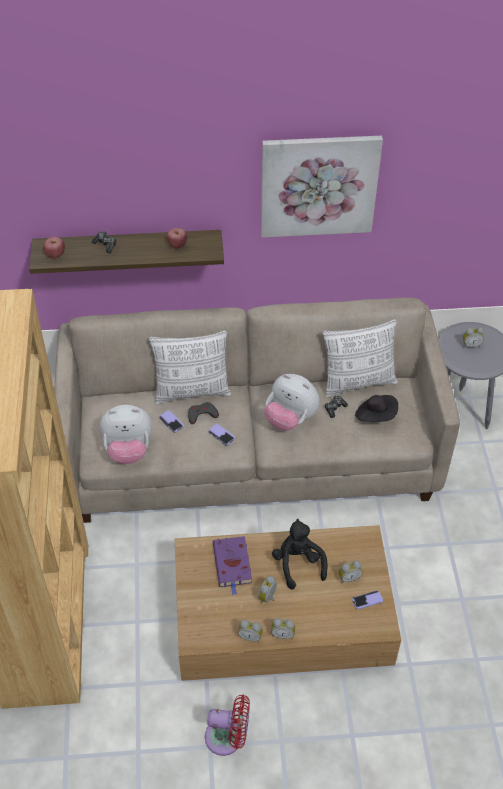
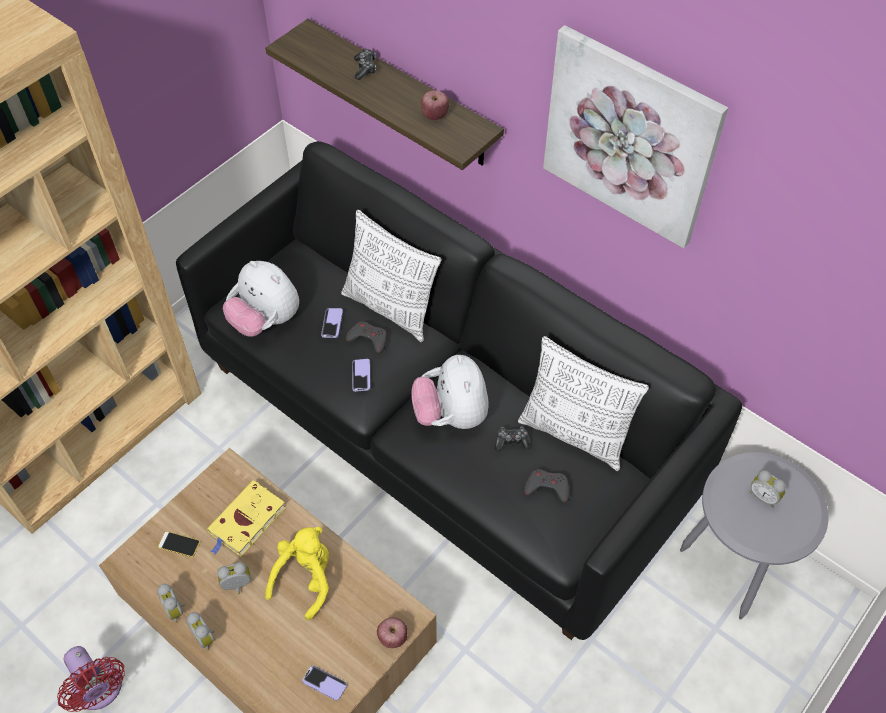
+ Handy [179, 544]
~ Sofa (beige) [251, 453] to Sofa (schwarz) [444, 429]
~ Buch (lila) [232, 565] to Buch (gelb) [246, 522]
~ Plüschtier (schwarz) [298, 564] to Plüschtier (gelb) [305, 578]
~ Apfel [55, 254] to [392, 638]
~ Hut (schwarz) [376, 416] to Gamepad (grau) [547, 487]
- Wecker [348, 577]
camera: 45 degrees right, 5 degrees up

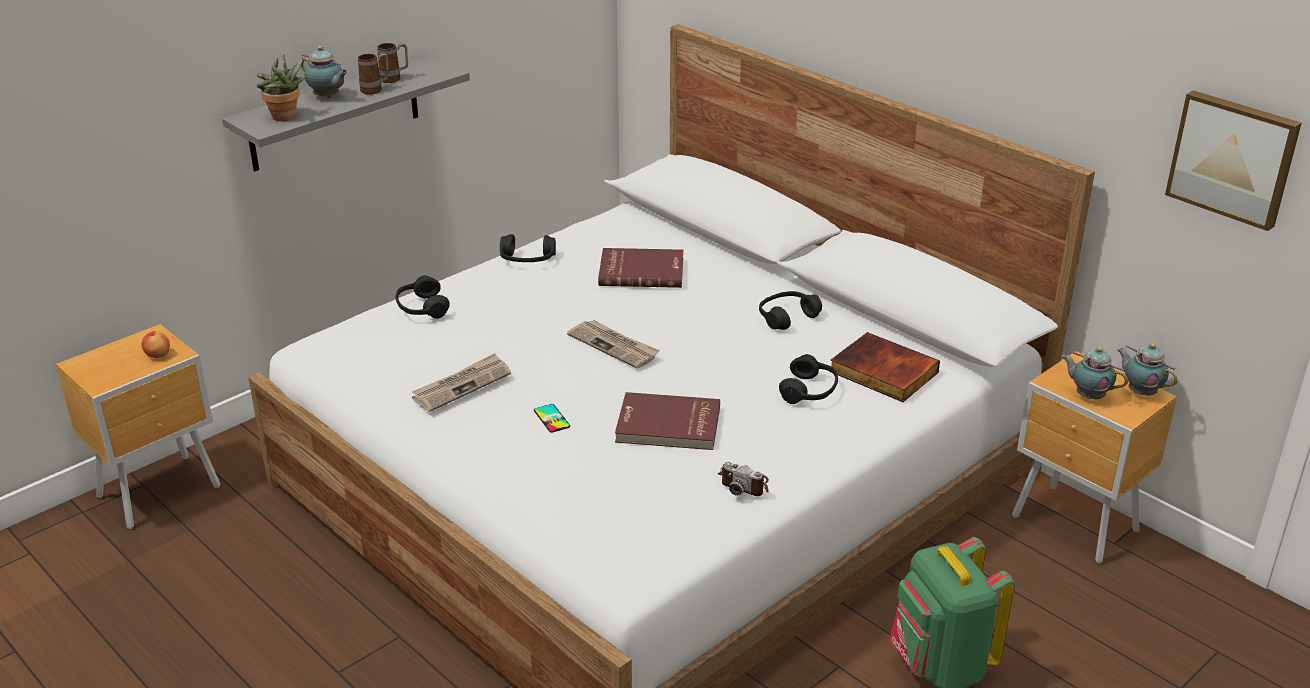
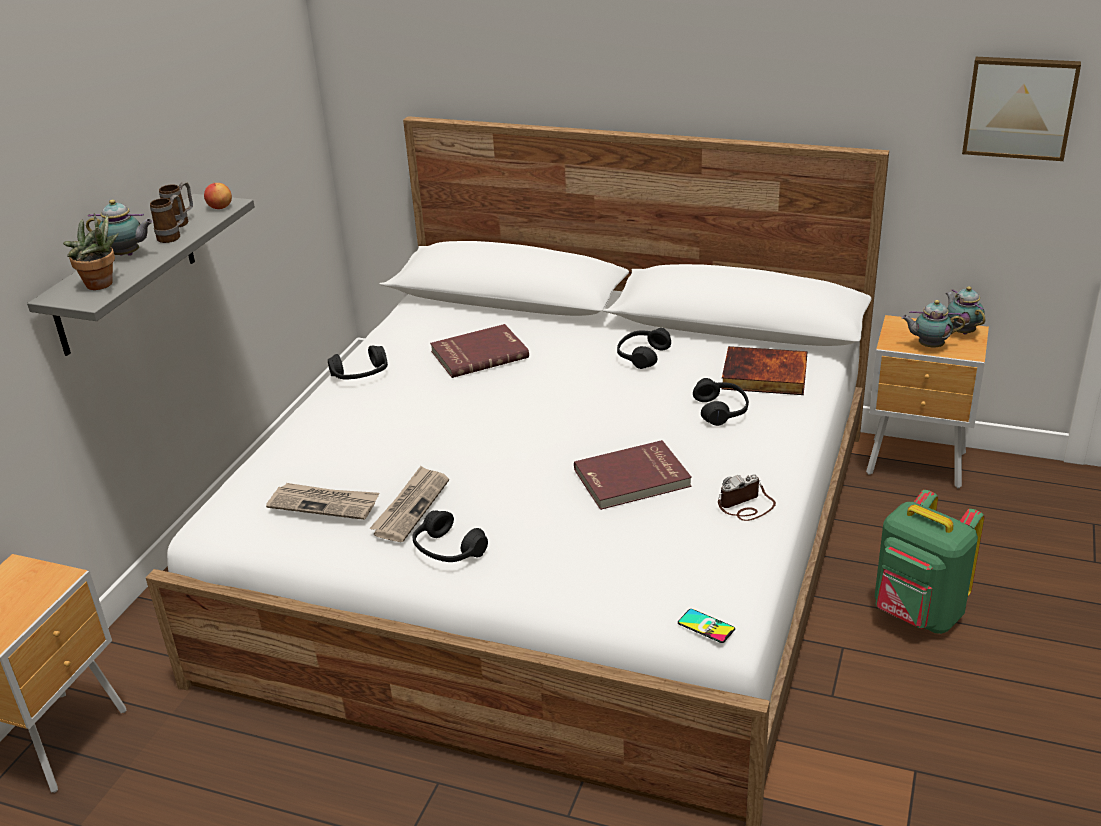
~ Apfel [158, 355] to [220, 207]
~ Zeitung [614, 346] to [324, 503]
~ Kopfhörer (schwarz) [422, 308] to [448, 550]
~ Handy [551, 418] to [706, 626]
~ Kamera [745, 484] = [746, 506] 150 degrees clockwise
~ Teekanne [1140, 392] = [961, 331] 45 degrees clockwise
camera: 25 degrees left, 0 degrees up

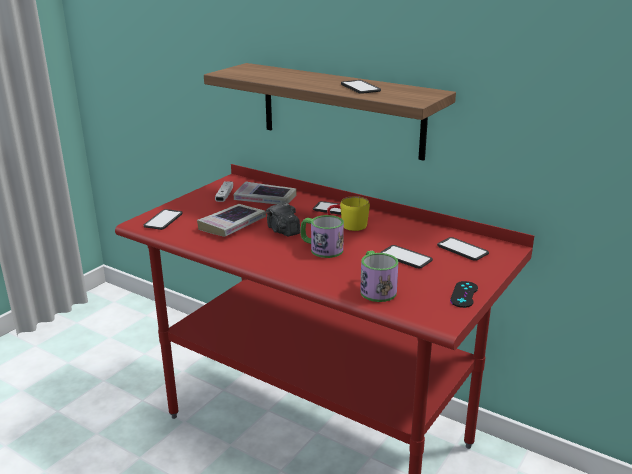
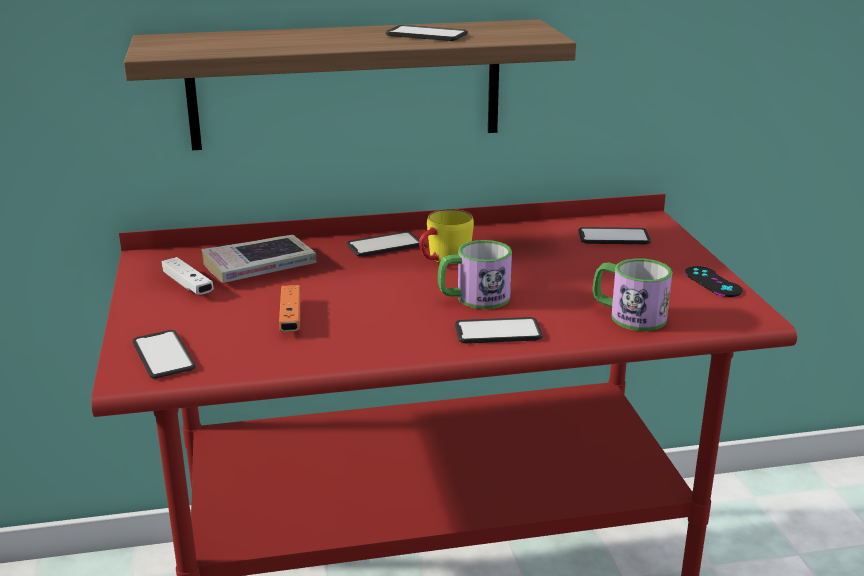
~ Buch [232, 225] to Gamepad (orange) [290, 318]
~ Handy [405, 257] to [498, 332]
- Kamera [283, 231]
camera: 45 degrees left, 0 degrees up

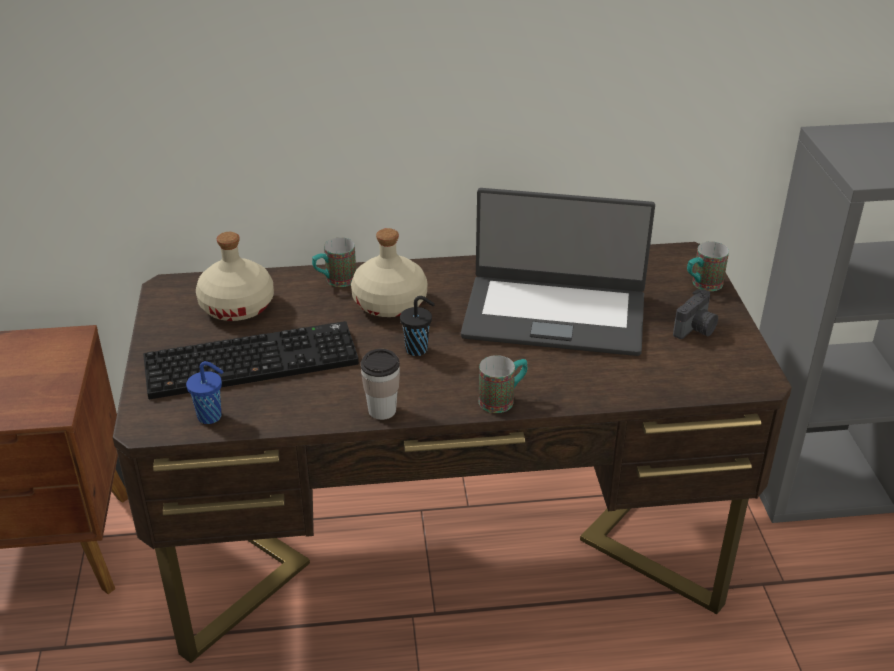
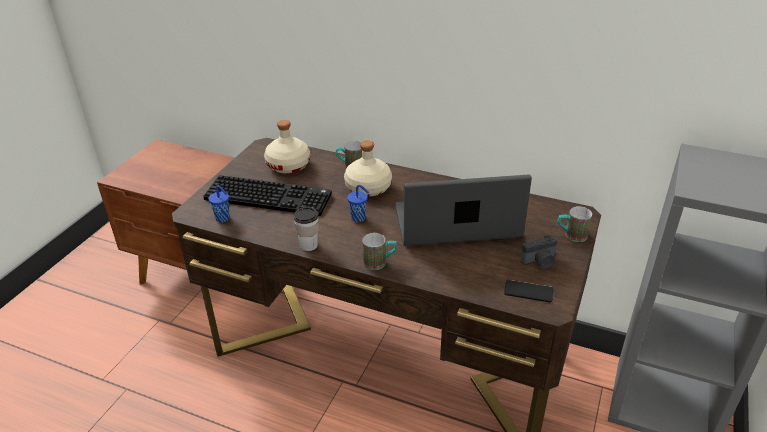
~ Tasse (schwarz) [418, 349] to Tasse (blau) [359, 218]
~ Laptop [554, 314] = [457, 223] 135 degrees clockwise
+ Handy [528, 291]
camera: 30 degrees right, 0 degrees up

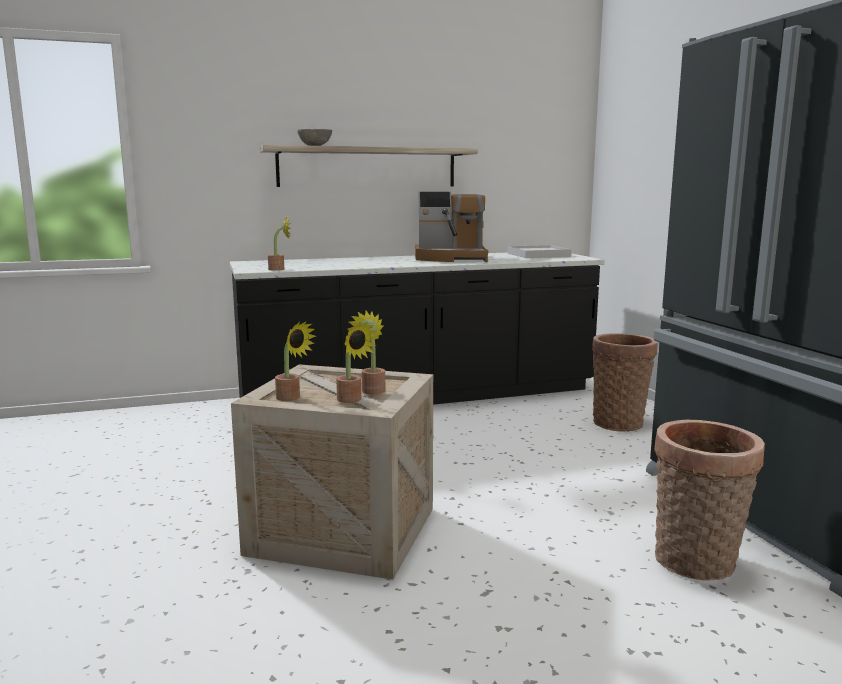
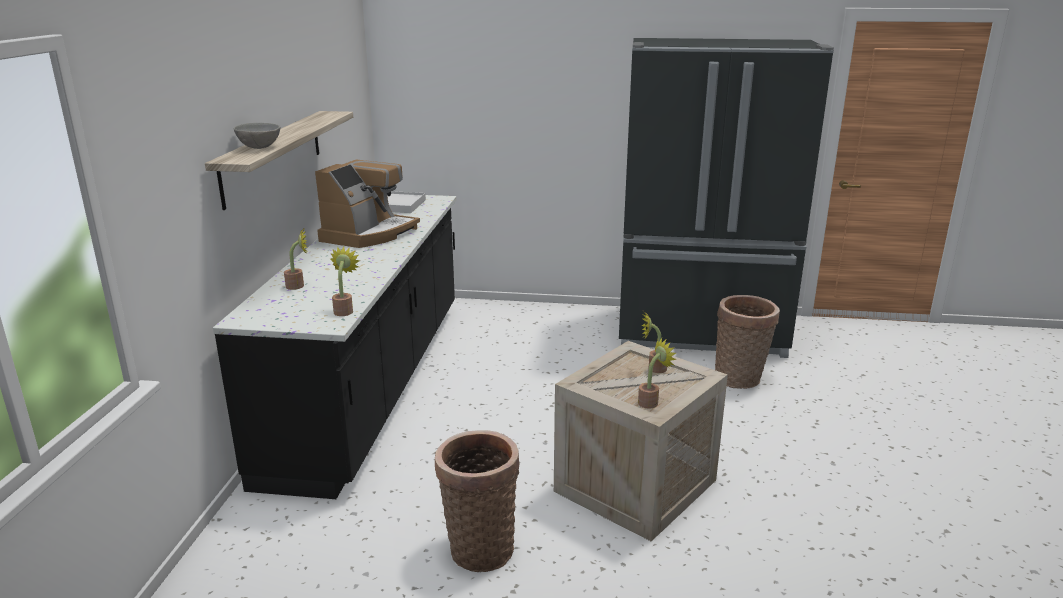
~ Topfpflanze [352, 400] to [299, 286]
~ Korb [619, 422] to [479, 547]
camera: 65 degrees left, 10 degrees up

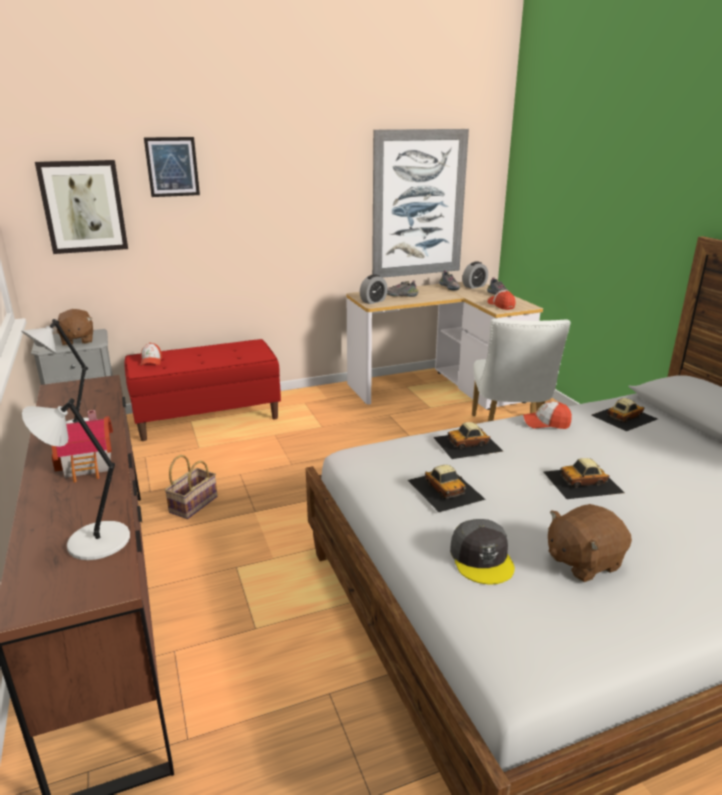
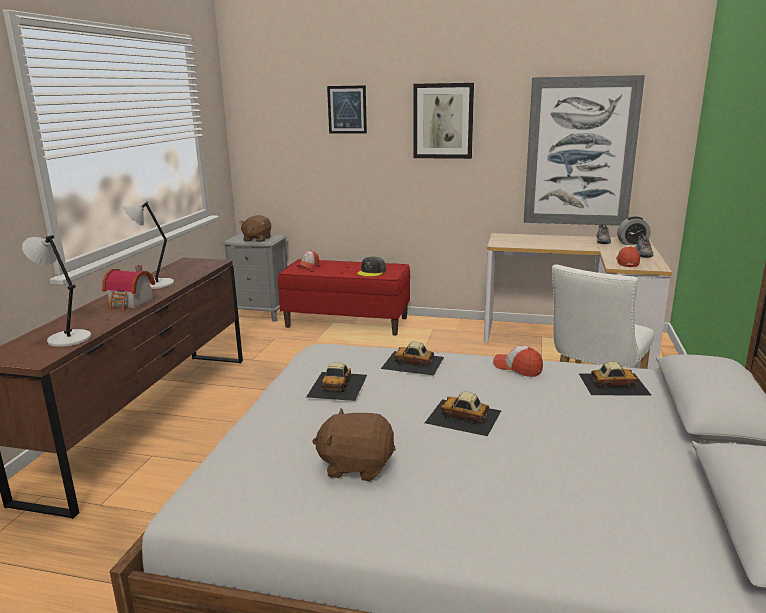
~ Kappe (grau) [481, 558] to [372, 272]
~ Bild [83, 206] to [443, 121]
- Korb [193, 503]
- Wecker [373, 301]
- Schuh [401, 295]
camera: 35 degrees right, 5 degrees down

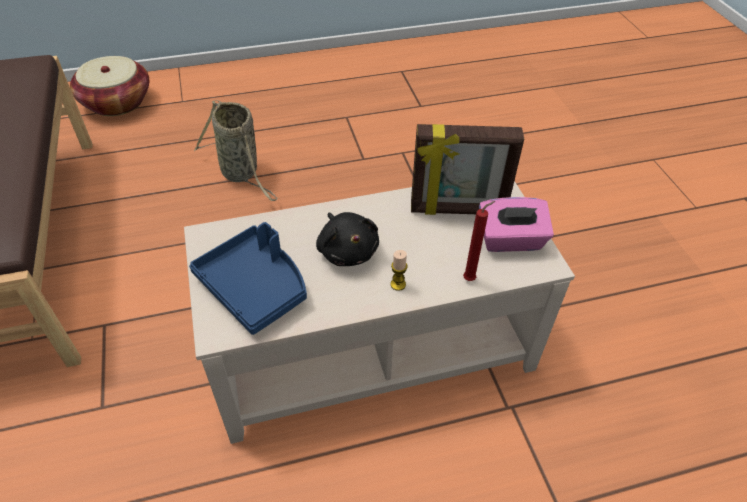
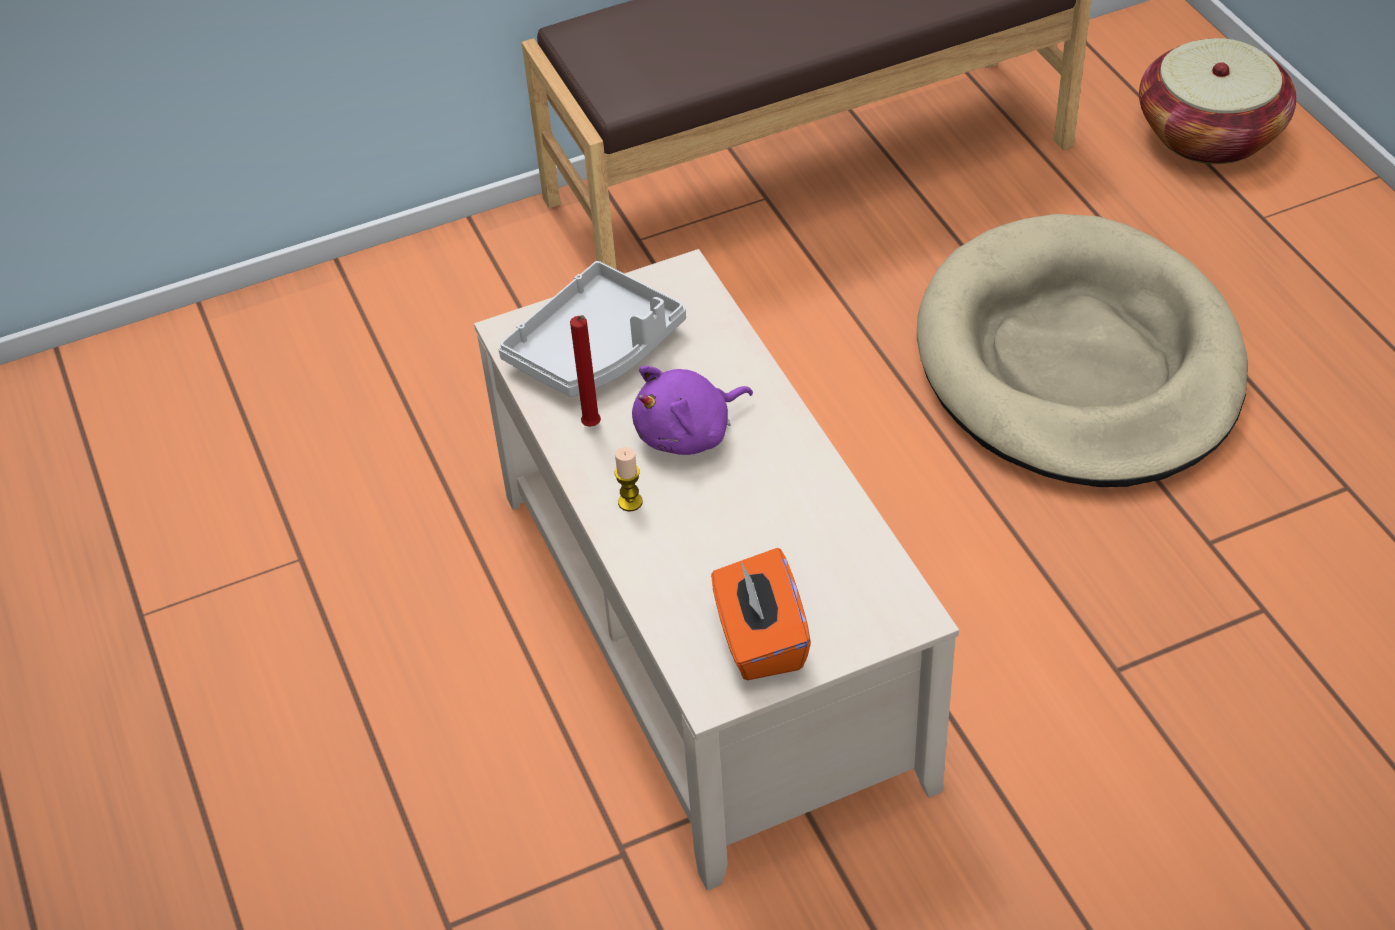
~ Tablett (blau) [255, 287] to Tablett (grau) [596, 349]
~ Kerze (rot) [471, 279] to [593, 427]
~ Plüschtier (schwarz) [347, 250] to Plüschtier (lila) [689, 433]
~ Taschentuchbox (rosa) [510, 240] to Taschentuchbox (orange) [760, 639]
~ Korb [241, 173] to Hundebett (beige) [1078, 363]
- Bilderrahmen [458, 210]
camera: 85 degrees right, 0 degrees up

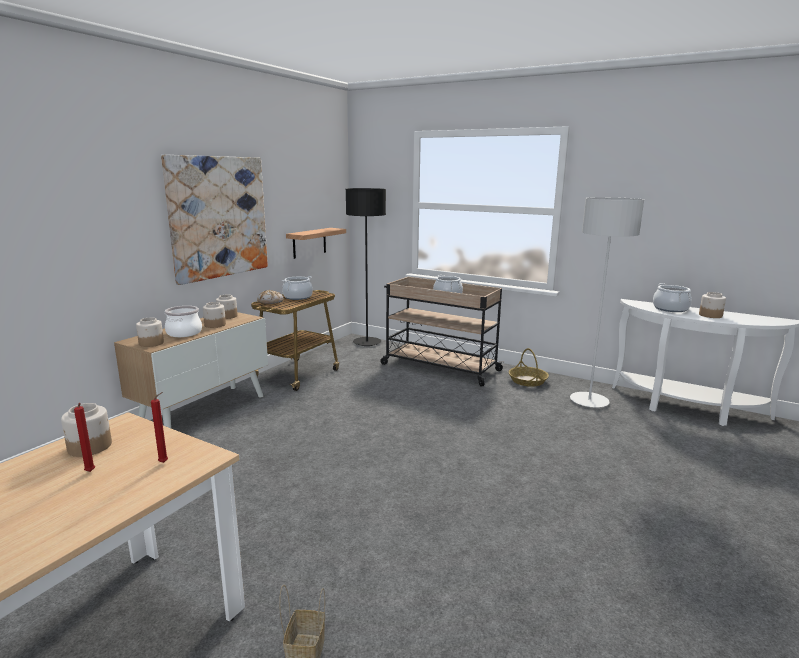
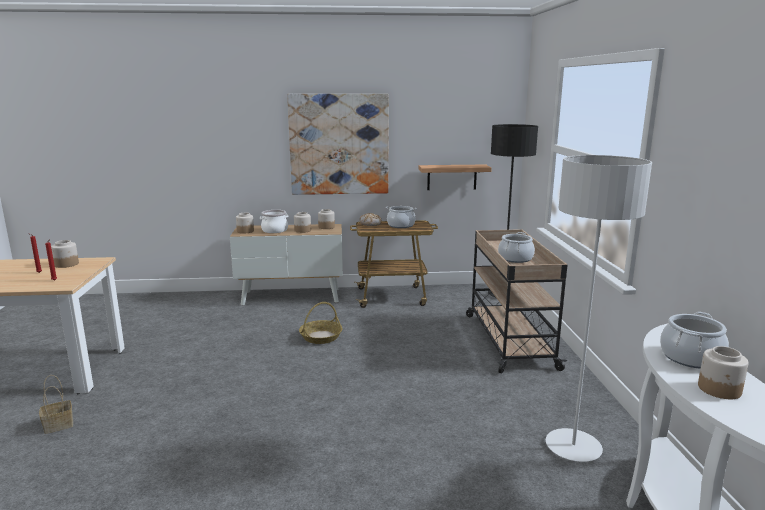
~ Korb [527, 381] to [321, 337]
camera: 55 degrees right, 0 degrees up

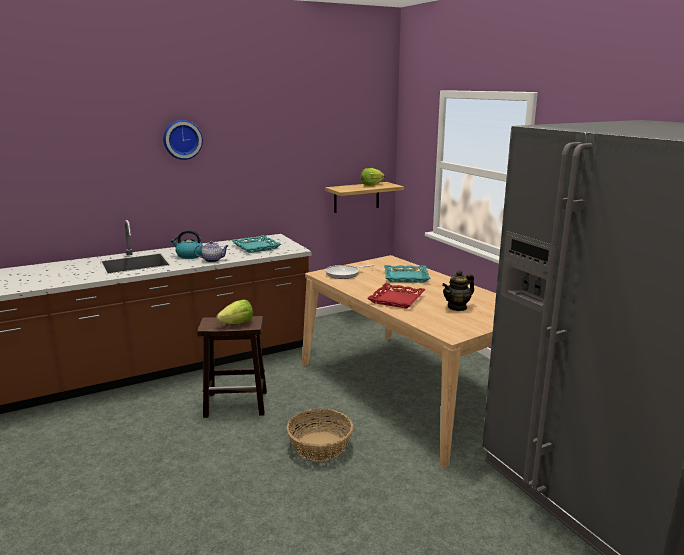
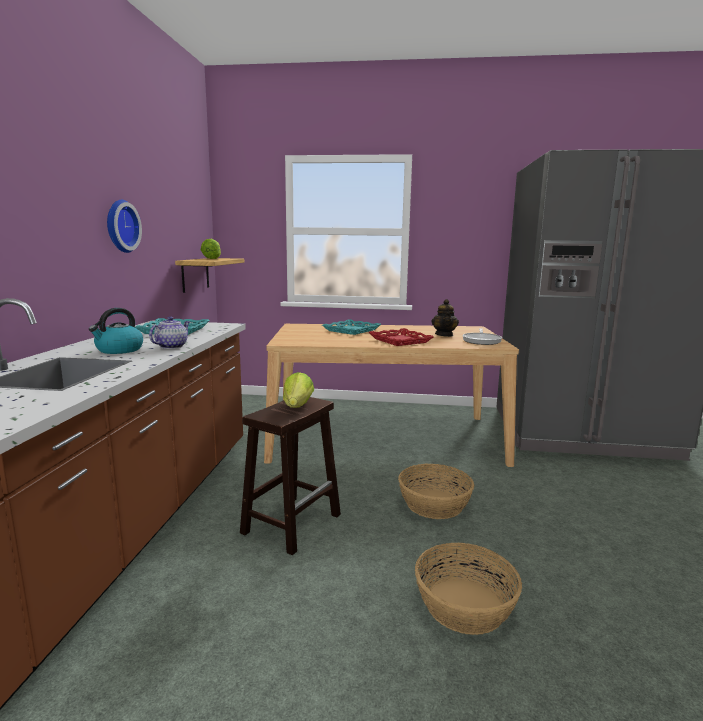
~ Wanduhr [182, 139] to [120, 226]
+ Korb [464, 605]
~ Pfanne [344, 274] to [481, 341]
camera: 55 degrees left, 5 degrees down

